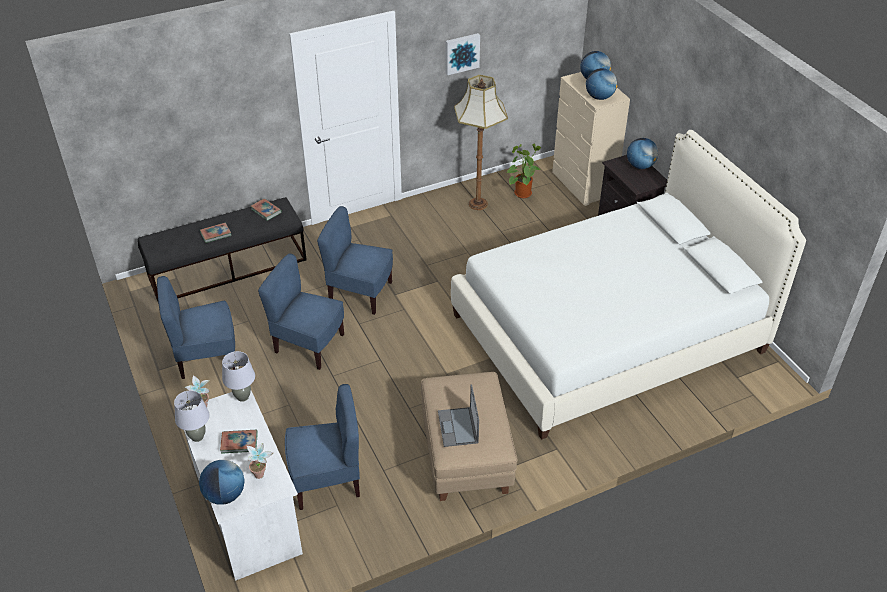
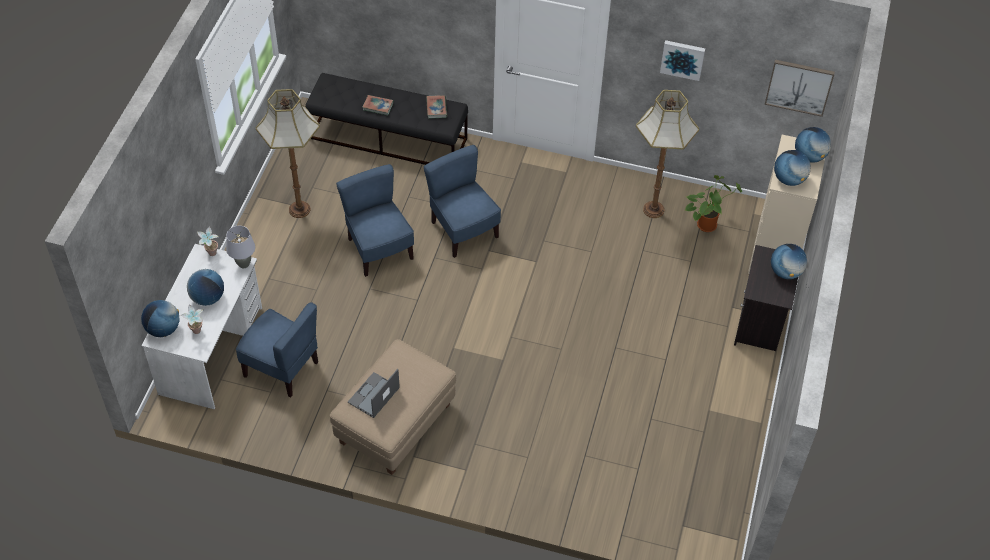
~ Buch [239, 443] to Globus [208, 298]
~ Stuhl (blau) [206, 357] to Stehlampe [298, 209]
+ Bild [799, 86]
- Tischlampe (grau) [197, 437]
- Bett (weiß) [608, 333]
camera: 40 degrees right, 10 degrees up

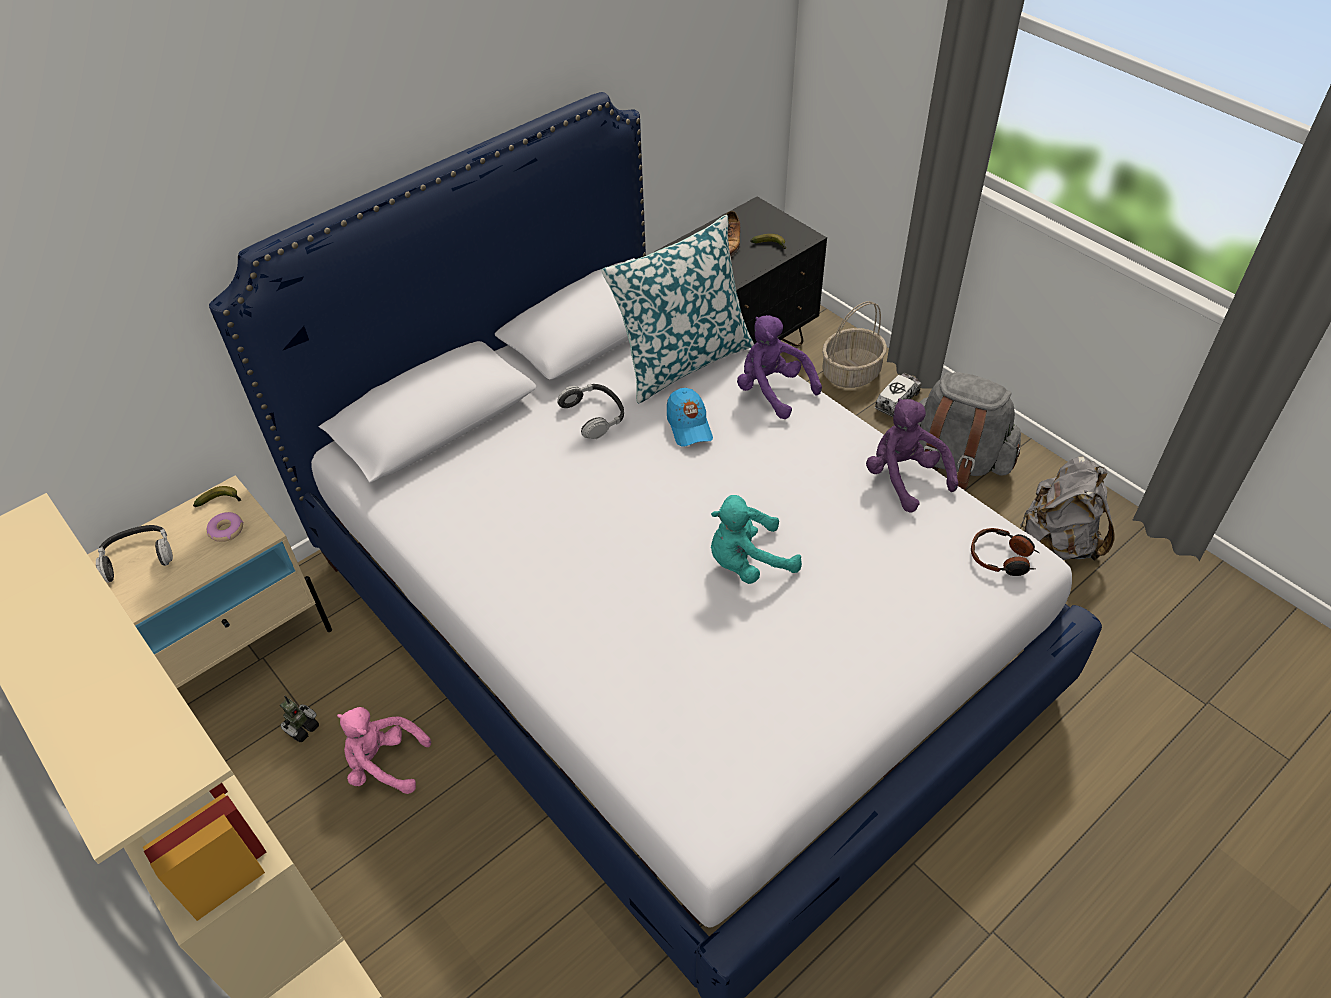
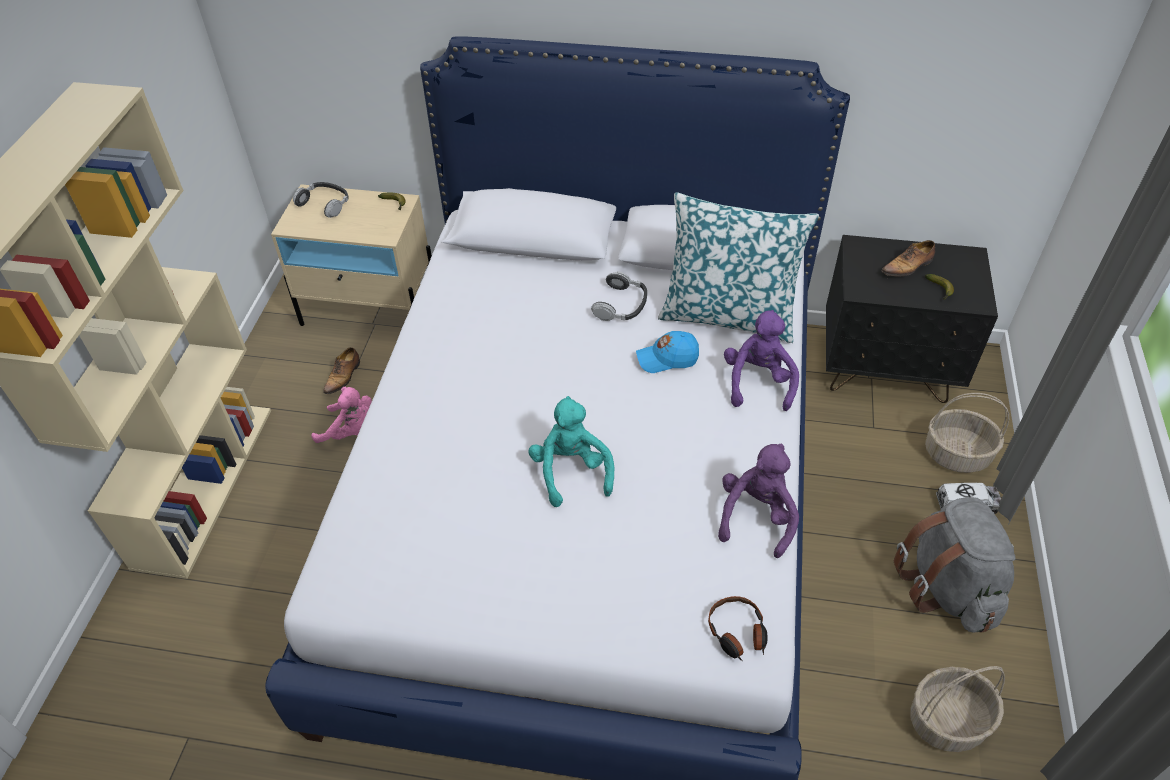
~ Plüschtier (rosa) [384, 764] = [351, 431] 135 degrees clockwise
~ Spielzeugroboter [301, 728] to Schuh [343, 376]
~ Plüschtier (türkis) [747, 562] = [571, 471] 45 degrees clockwise
~ Kappe (blau) [689, 426] = [667, 358] 45 degrees clockwise
~ Rucksack (grau) [1057, 542] to Korb [947, 721]
- Donut [226, 530]
camera: 50 degrees right, 0 degrees up

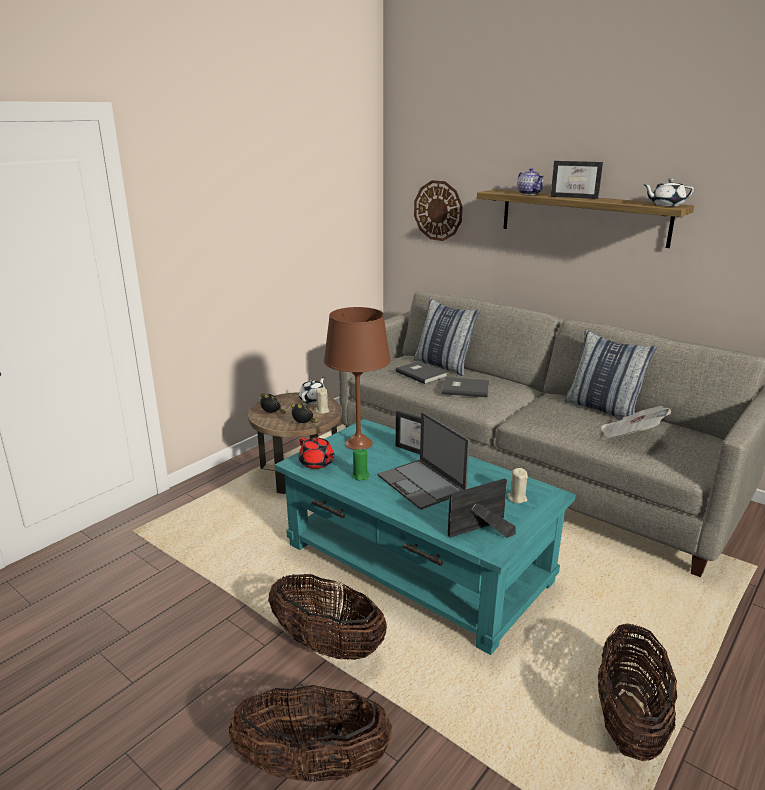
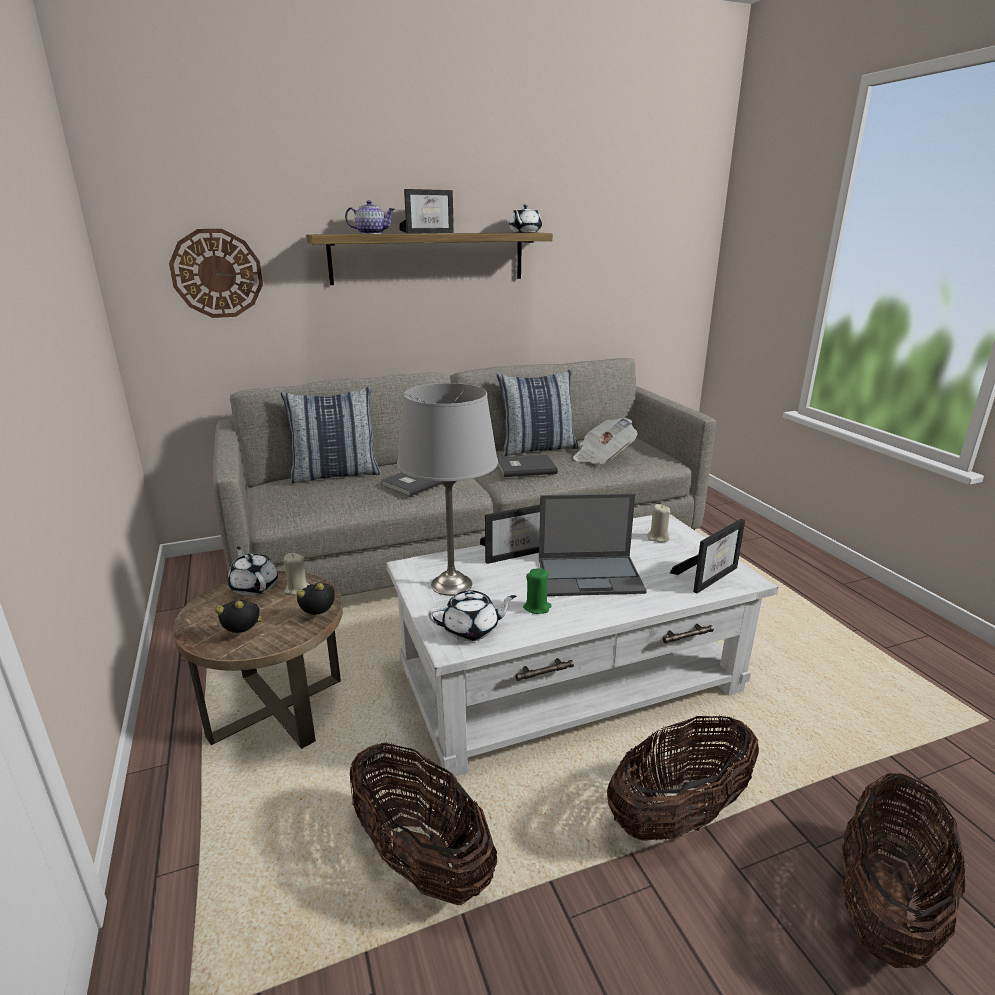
~ Korb [629, 721] to [421, 859]
~ Couchtisch (türkis) [417, 563] to Couchtisch (weiß) [570, 680]
~ Tischlampe (braun) [358, 443] to Tischlampe (grau) [451, 585]
~ Teekanne (rot) [317, 463] to Teekanne (weiß) [472, 630]
~ Buch (grau) [421, 373] to [525, 468]
~ Bilderrahmen [478, 532] = [709, 576] 135 degrees counterclockwise
camera: 60 degrees left, 0 degrees up

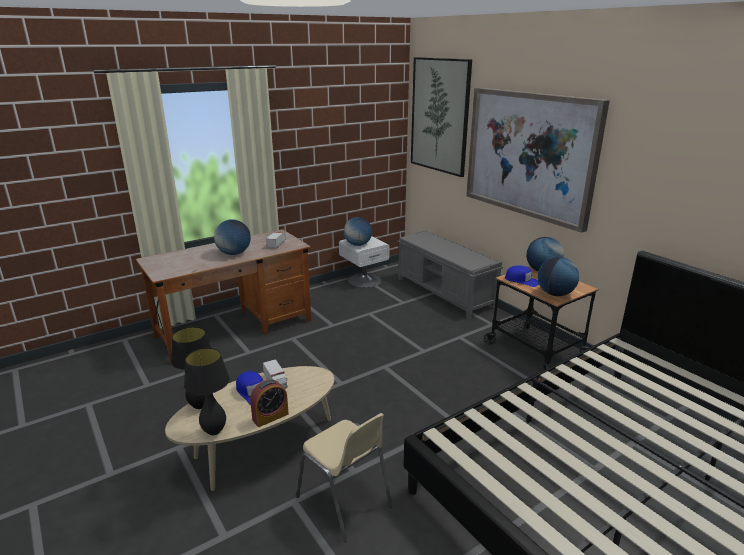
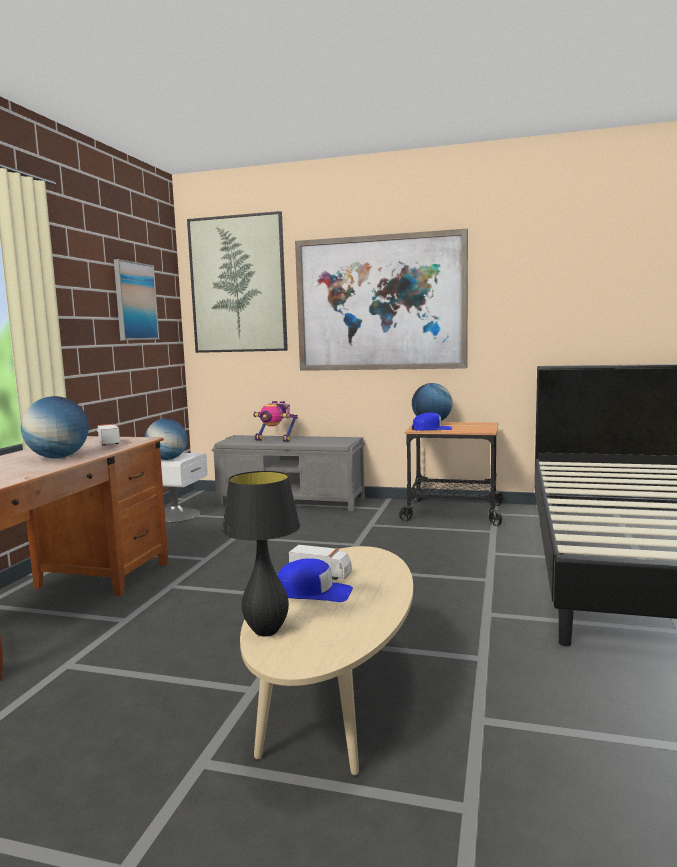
+ Bild [135, 301]
+ Spielzeugroboter [275, 440]
- Tischlampe (schwarz) [214, 431]
- Wecker [270, 417]
- Stuhl (beige) [345, 502]
- Globus [555, 294]
camera: 40 degrees left, 15 degrees down

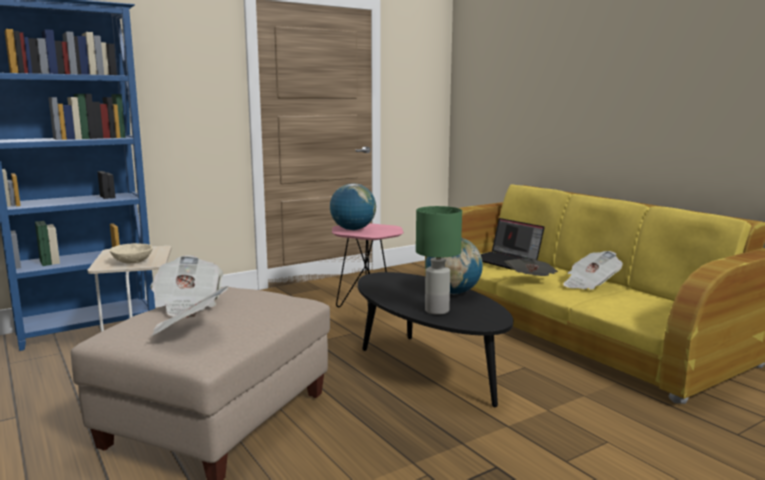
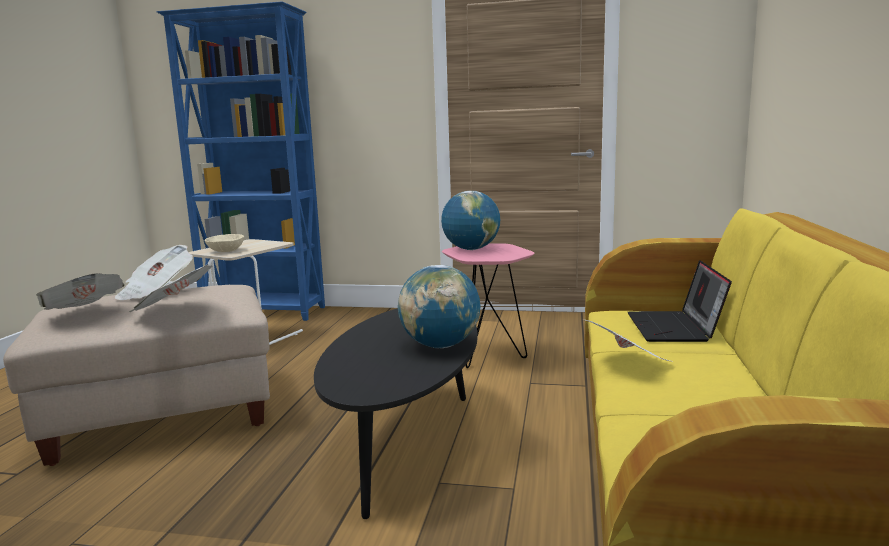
~ Zeitung [590, 285] to [174, 310]
- Tischlampe (grün) [436, 311]
camera: 45 degrees right, 0 degrees up

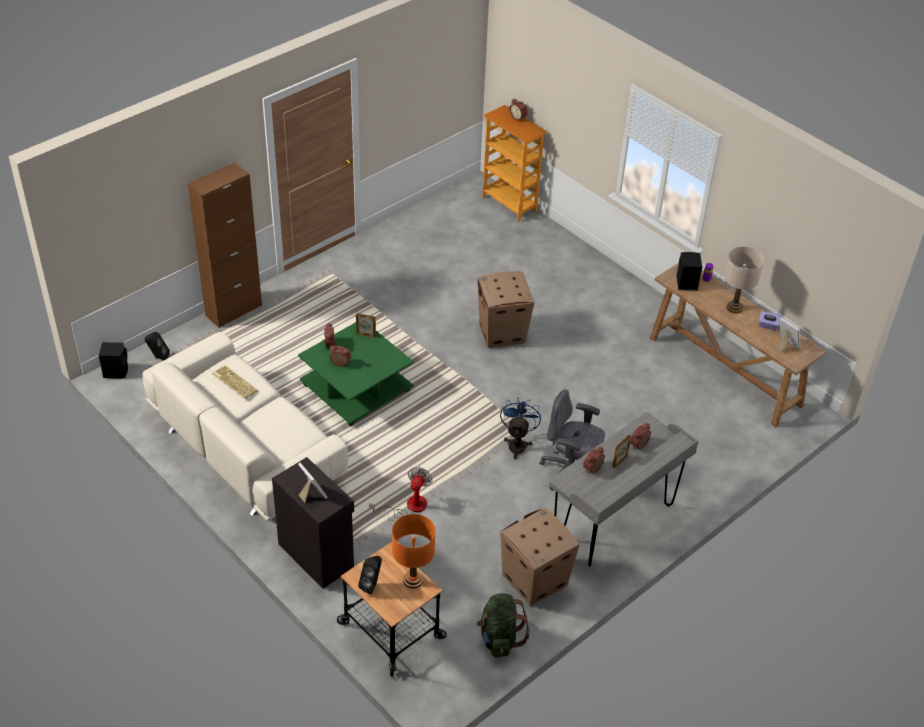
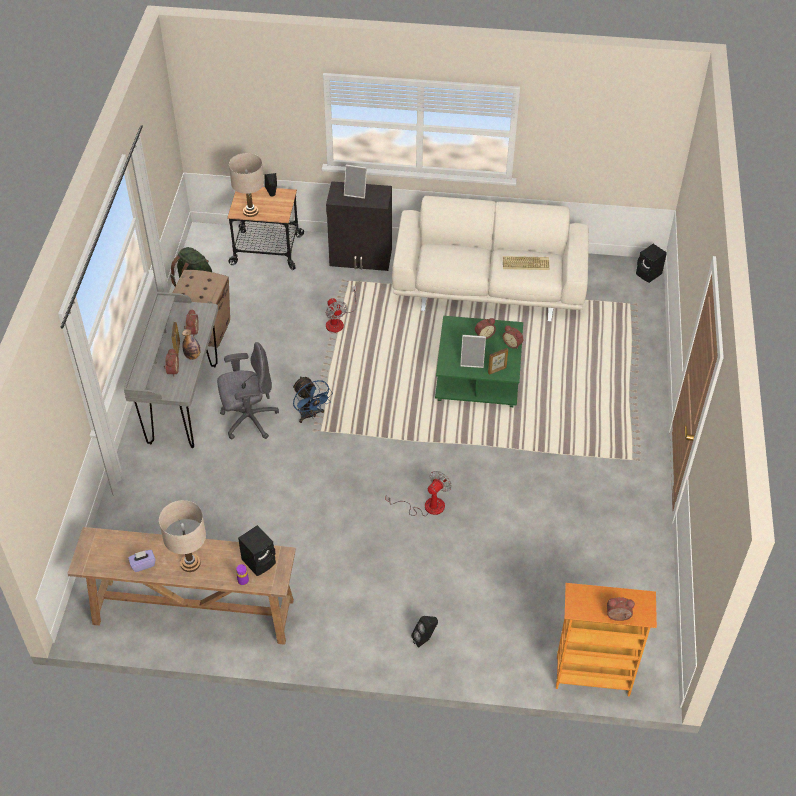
+ Flasche [193, 356]
~ Tischlampe (orange) [413, 580] to Tischlampe (beige) [250, 212]
~ Karton [502, 333] to Ventilator [426, 506]
~ Lautsprecher (schwarz) [158, 357] to [425, 639]
~ Bilderrahmen [785, 345] to [472, 361]
- Schrank (braun) [234, 310]
camera: 140 degrees right, 5 degrees up

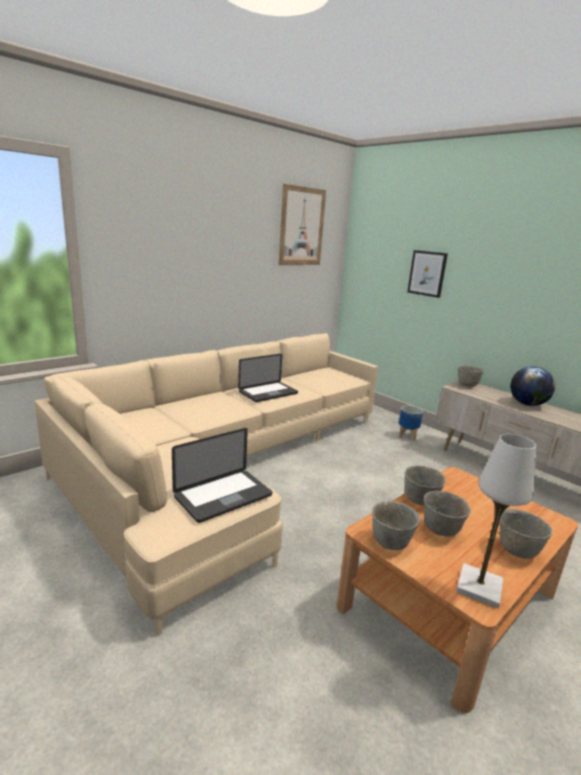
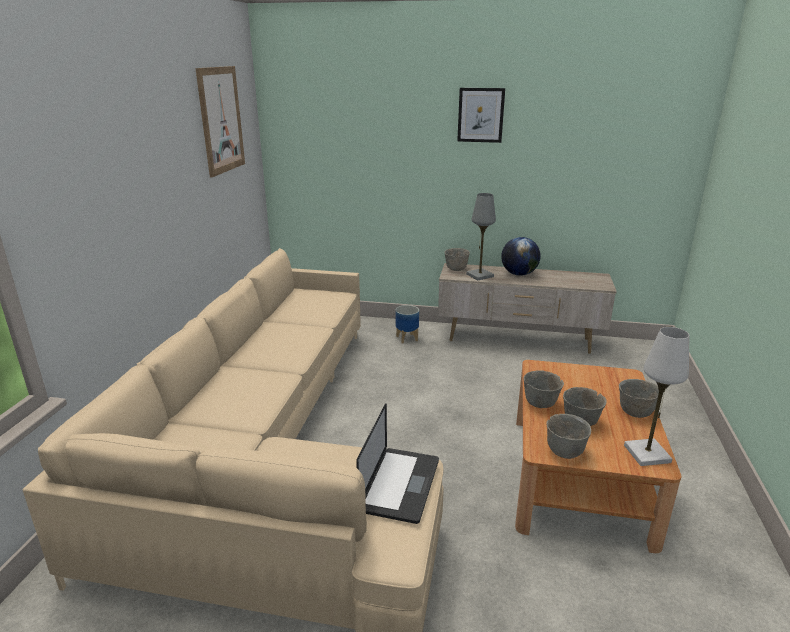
~ Bild [427, 273] to [480, 115]
+ Tischlampe (grau) [479, 275]
- Laptop [268, 393]
camera: 35 degrees left, 5 degrees up

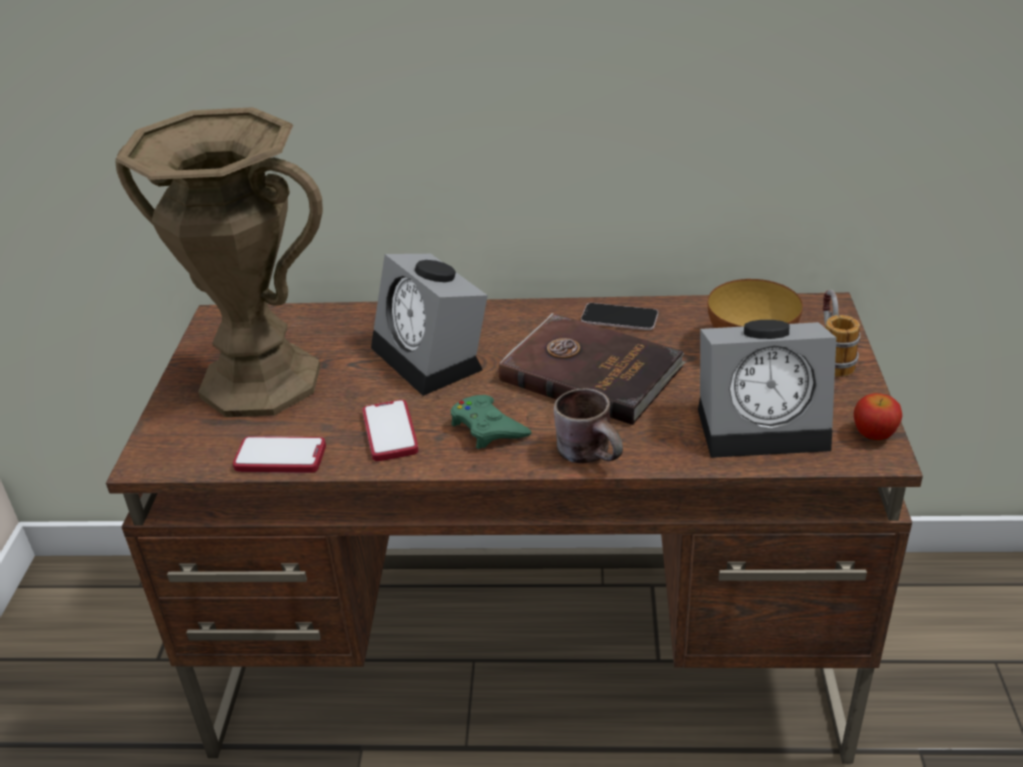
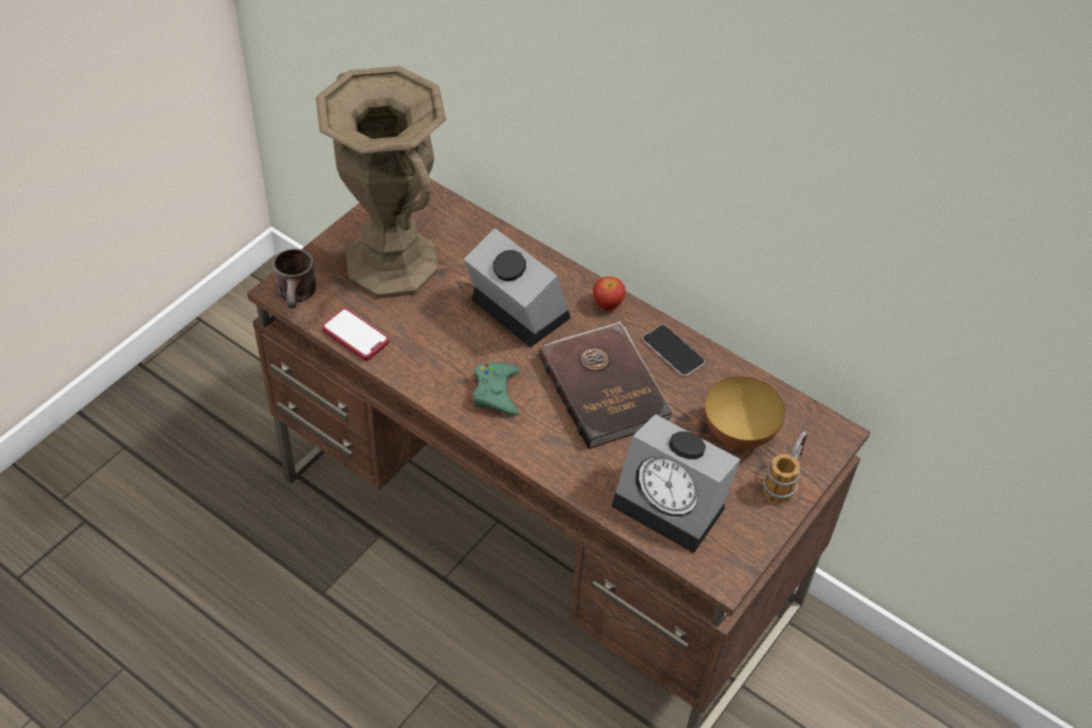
~ Henkelbecher (braun) [594, 453] to [300, 296]
~ Wecker [433, 358] = [514, 310] 135 degrees clockwise
~ Apfel [874, 434] to [607, 304]
- Handy [390, 432]
camera: 30 degrees right, 15 degrees up

